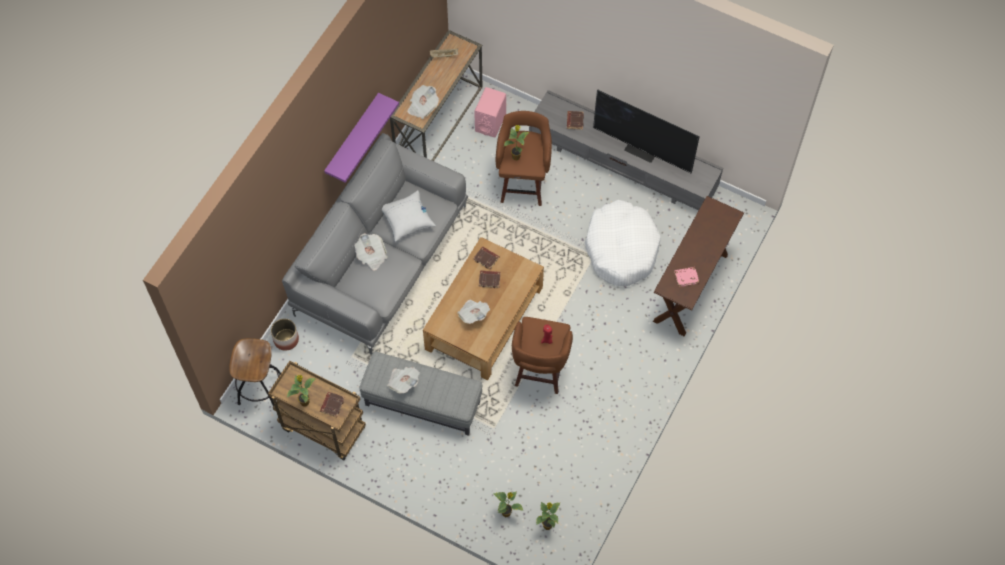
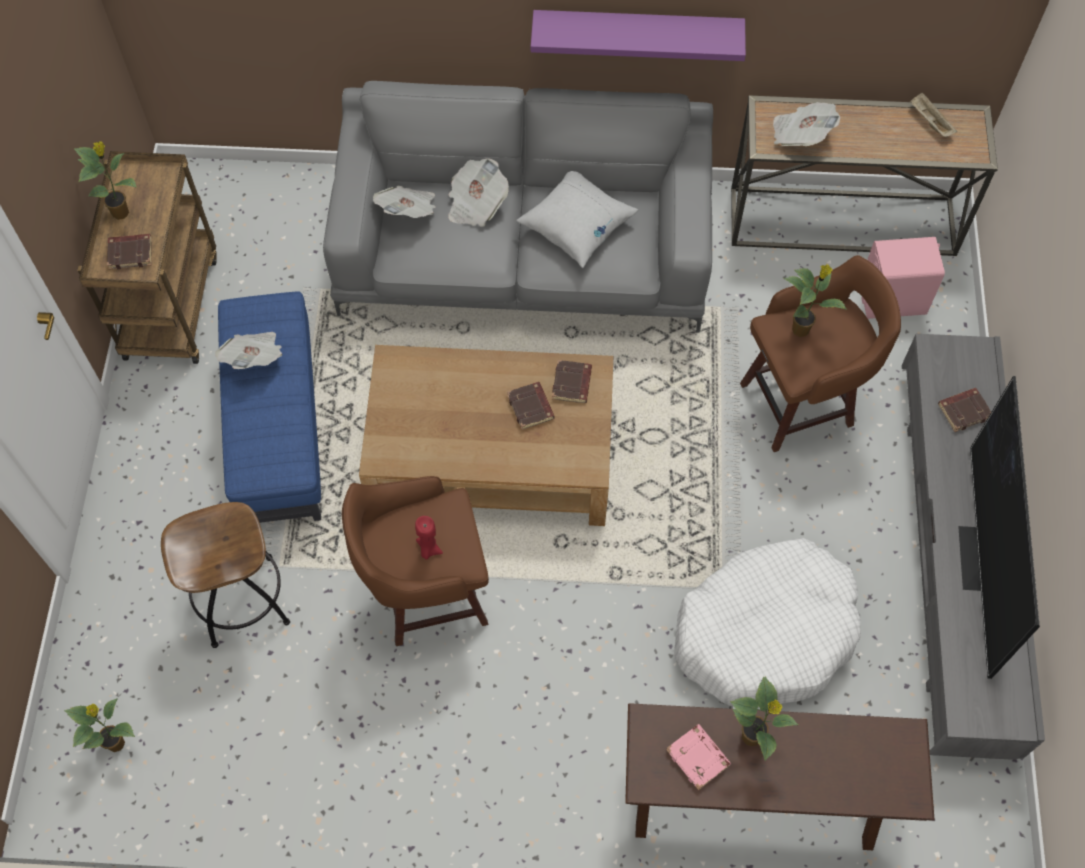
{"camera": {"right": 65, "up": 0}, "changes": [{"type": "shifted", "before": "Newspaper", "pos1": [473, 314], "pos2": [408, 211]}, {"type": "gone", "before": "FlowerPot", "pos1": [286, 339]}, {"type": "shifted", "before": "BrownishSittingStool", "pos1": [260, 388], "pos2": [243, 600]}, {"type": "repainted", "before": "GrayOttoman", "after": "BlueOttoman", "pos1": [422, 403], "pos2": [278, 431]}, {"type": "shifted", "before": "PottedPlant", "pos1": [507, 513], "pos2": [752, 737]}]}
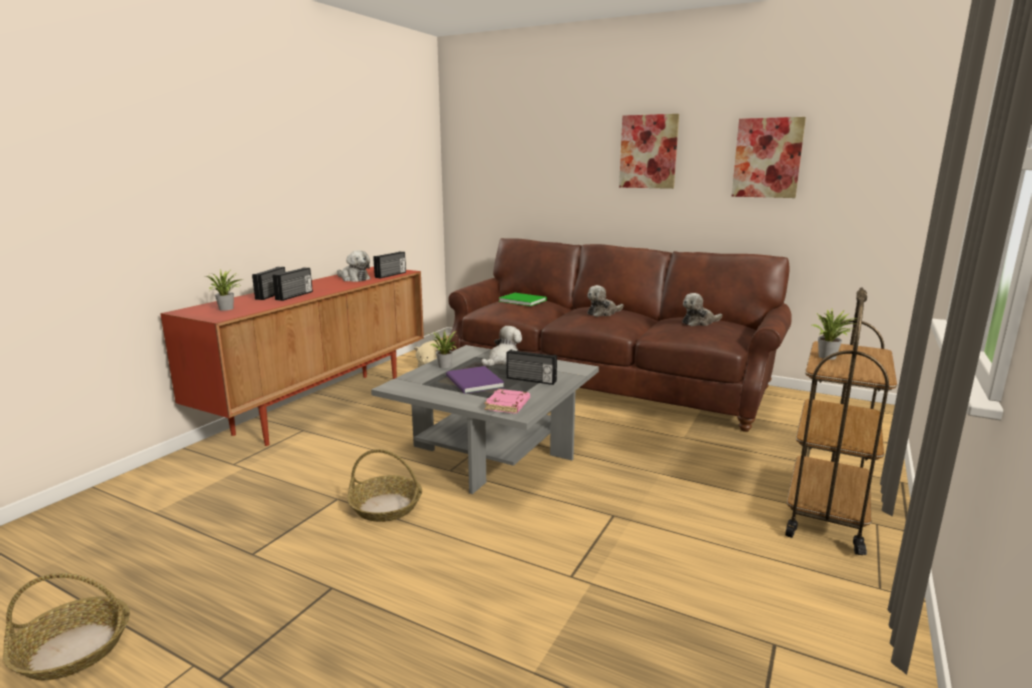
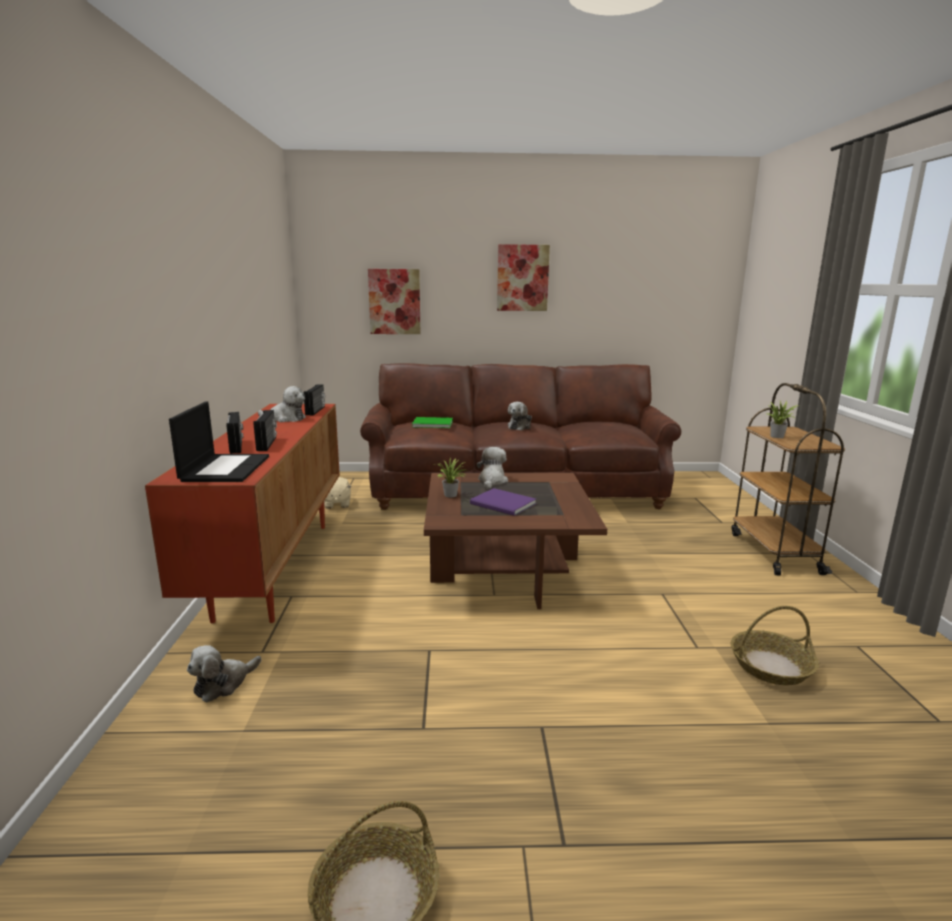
{"camera": {"right": -30, "up": 0}, "changes": [{"type": "shifted", "before": "Picture", "pos1": [767, 158], "pos2": [394, 301]}, {"type": "swapped", "before": "PottedPlant", "after": "NotebookComputer", "pos1": [227, 309], "pos2": [225, 468]}, {"type": "shifted", "before": "CuddlyToy", "pos1": [699, 322], "pos2": [223, 684]}, {"type": "repainted", "before": "GrayLowTable", "after": "BrownishLowTable", "pos1": [491, 452], "pos2": [506, 570]}, {"type": "gone", "before": "Radio", "pos1": [531, 380]}, {"type": "gone", "before": "PinkishBook", "pos1": [508, 405]}, {"type": "shifted", "before": "StorageBasket", "pos1": [386, 506], "pos2": [771, 666]}]}
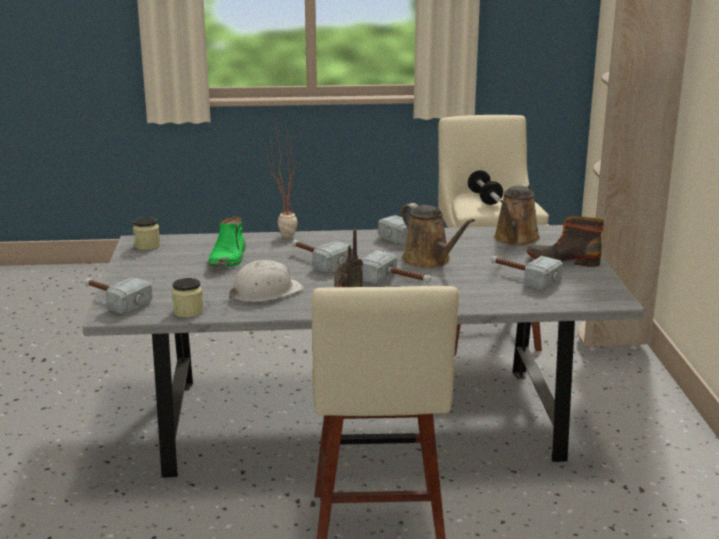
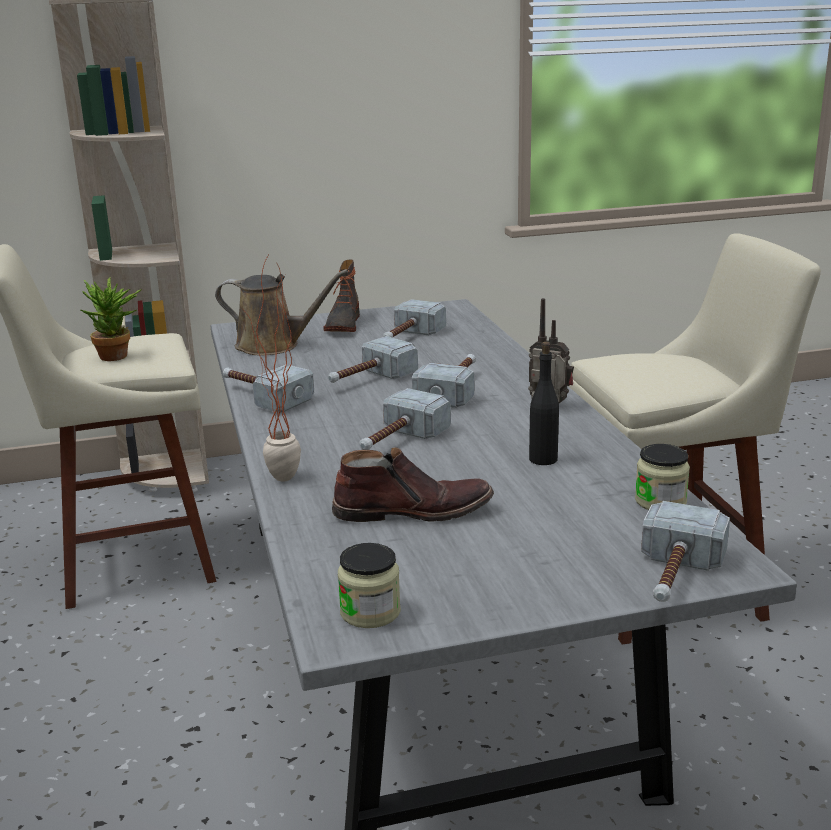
{"camera": {"right": -100, "up": 0}, "changes": [{"type": "swapped", "before": "HandWeight", "after": "PottedPlant", "pos1": [484, 198], "pos2": [118, 357]}, {"type": "swapped", "before": "BrownishSprinklingCan", "after": "Hammer", "pos1": [429, 260], "pos2": [368, 379]}, {"type": "repainted", "before": "GreenColouredHighTopBoot", "after": "BrownishHighTopBoot", "pos1": [228, 258], "pos2": [412, 511]}, {"type": "swapped", "before": "WhiteColouredWorkHelmet", "after": "BlackishBeverageBottle", "pos1": [265, 292], "pos2": [543, 459]}]}
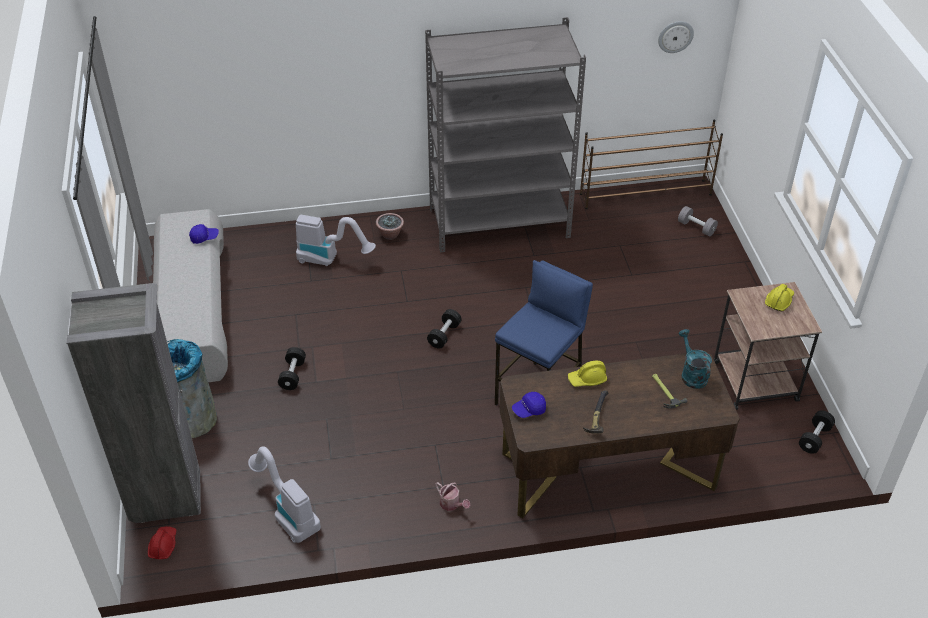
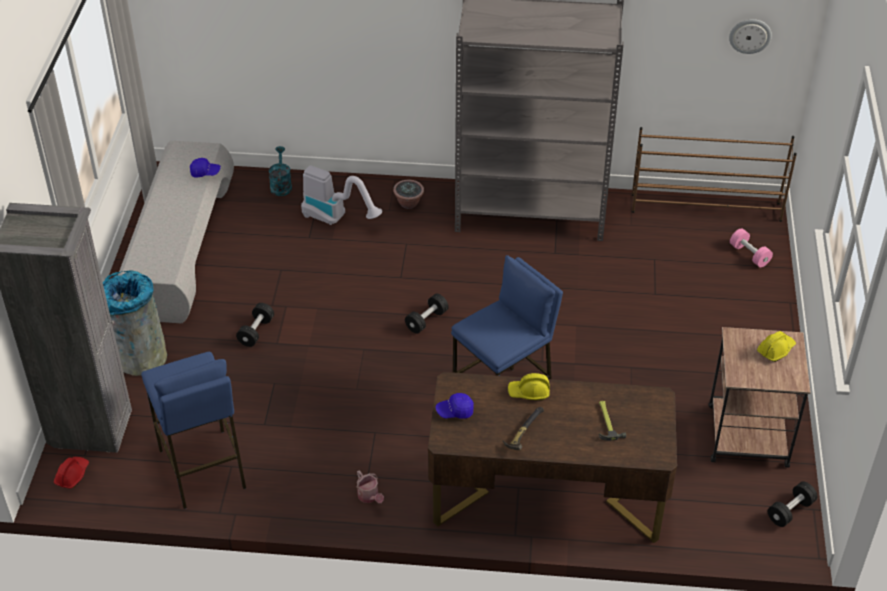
{"camera": {"right": 15, "up": 0}, "changes": [{"type": "repainted", "before": "GrayHandWeight", "after": "PinkishHandWeight", "pos1": [696, 227], "pos2": [749, 255]}, {"type": "shifted", "before": "TurquoiseColouredSprinklingCan", "pos1": [691, 374], "pos2": [281, 185]}, {"type": "swapped", "before": "Hoover", "after": "BlueSittingStool", "pos1": [287, 512], "pos2": [202, 469]}]}
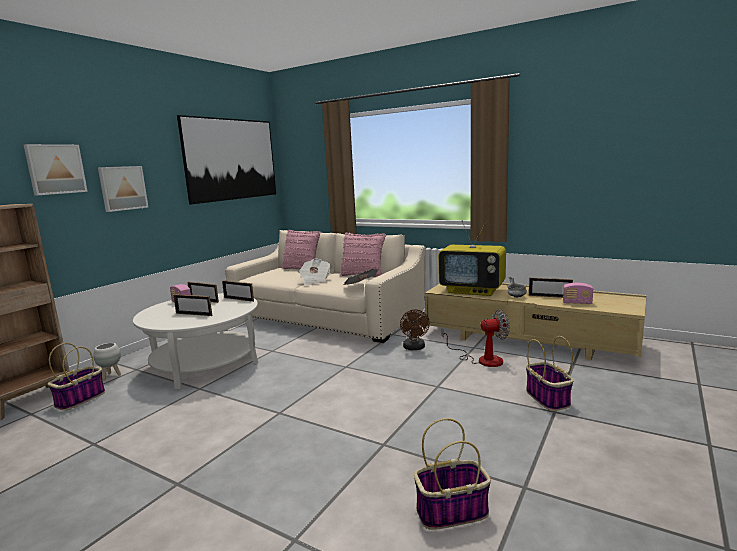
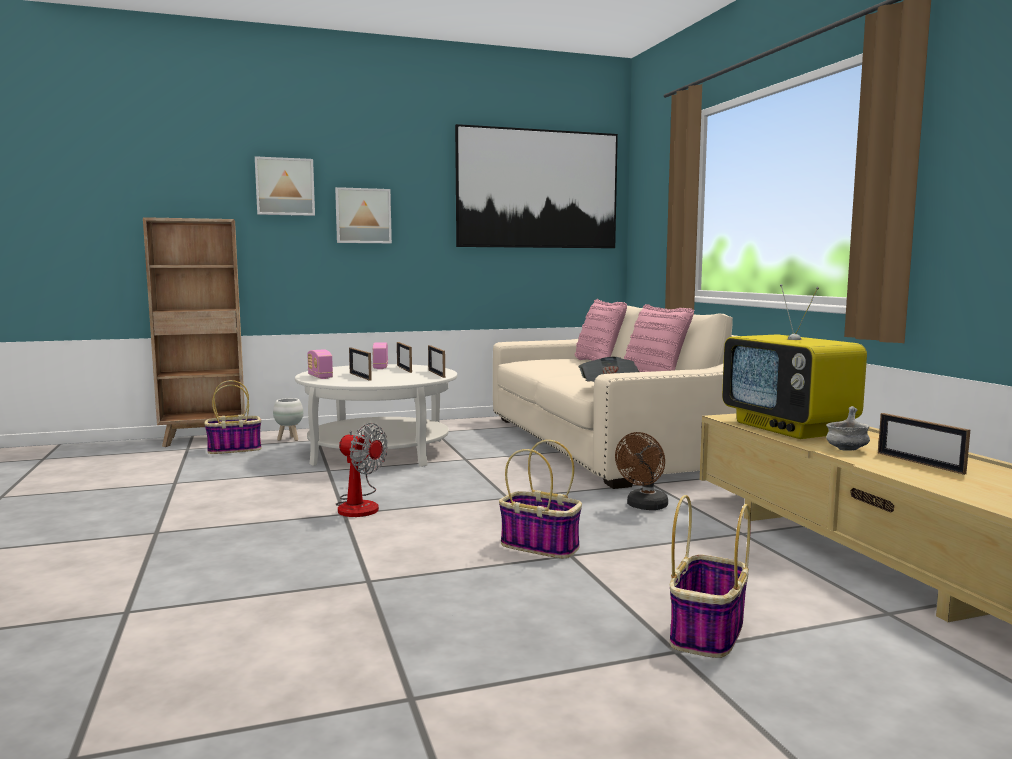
{"camera": {"right": 40, "up": -5}, "changes": [{"type": "gone", "before": "Newspaper", "pos1": [315, 280]}, {"type": "shifted", "before": "Radio", "pos1": [577, 303], "pos2": [320, 377]}, {"type": "shifted", "before": "Fan", "pos1": [482, 359], "pos2": [359, 505]}, {"type": "shifted", "before": "StorageBasket", "pos1": [452, 511], "pos2": [541, 546]}]}
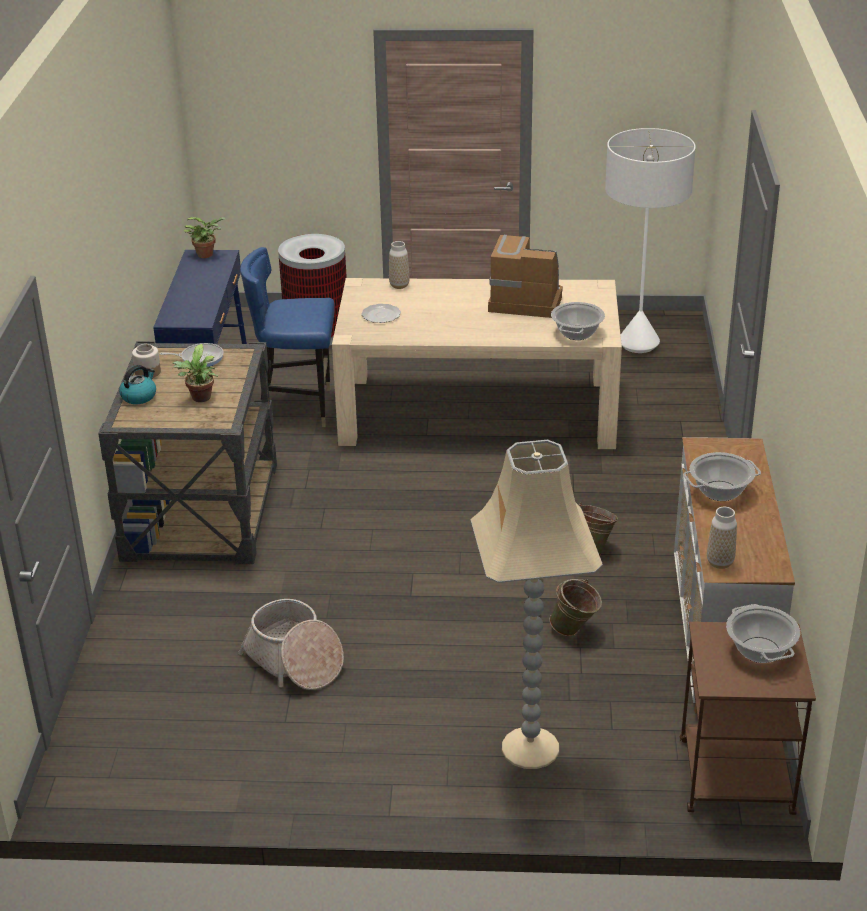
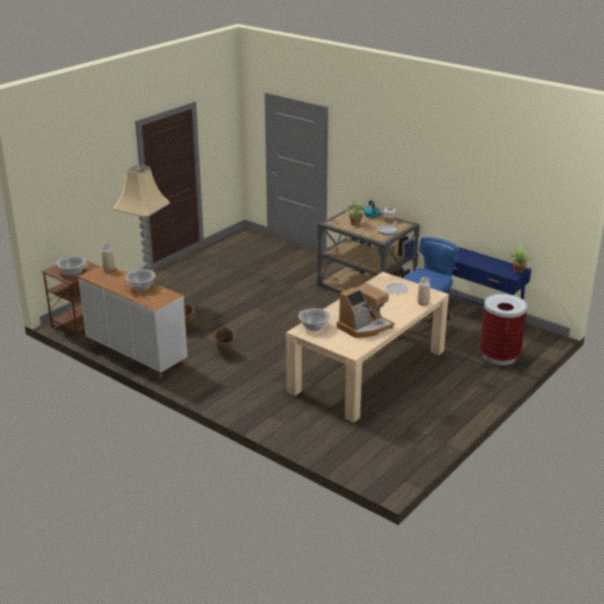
{"camera": {"right": 125, "up": -5}, "changes": [{"type": "gone", "before": "WhiteColouredStandingLamp", "pos1": [638, 345]}, {"type": "gone", "before": "StorageBasket", "pos1": [294, 661]}]}
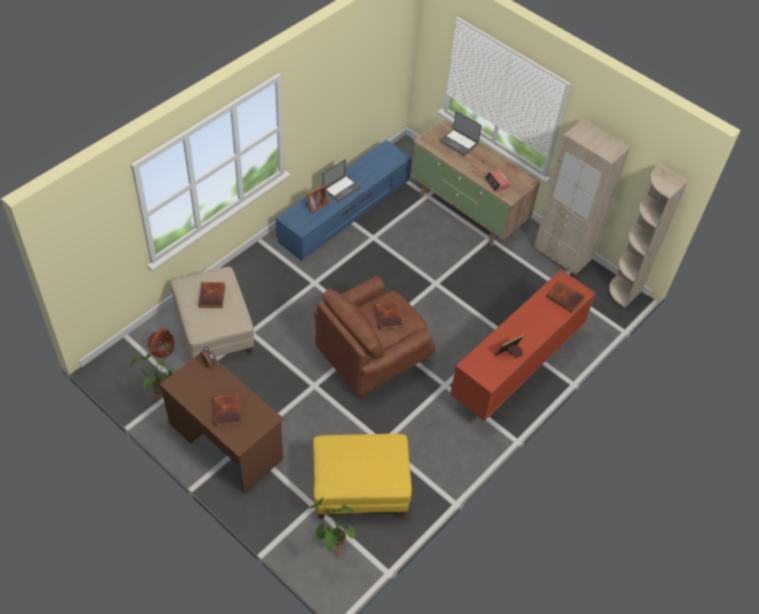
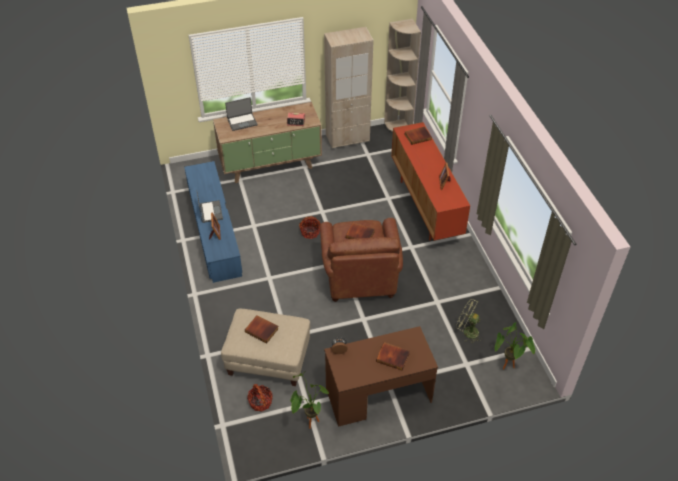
{"camera": {"right": -55, "up": -5}, "changes": [{"type": "swapped", "before": "YellowColouredOttoman", "after": "GreenColouredFan", "pos1": [359, 489], "pos2": [467, 331]}, {"type": "new", "after": "StorageBasket", "pos2": [310, 232]}]}
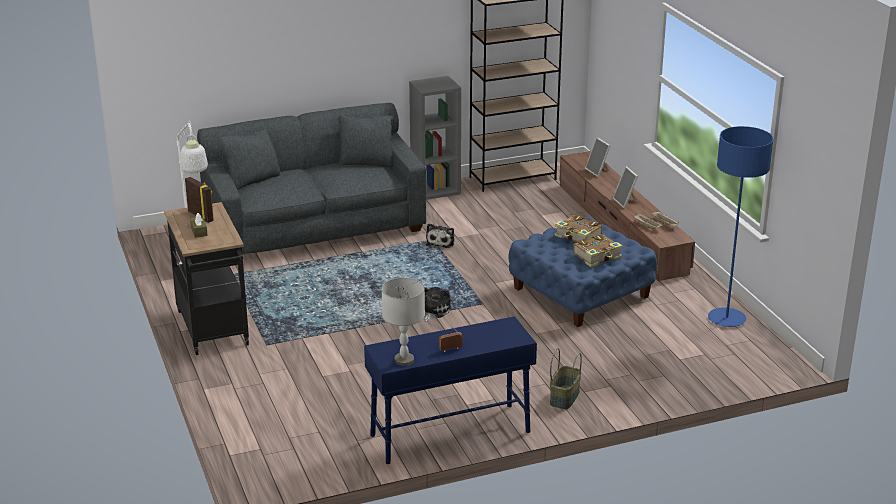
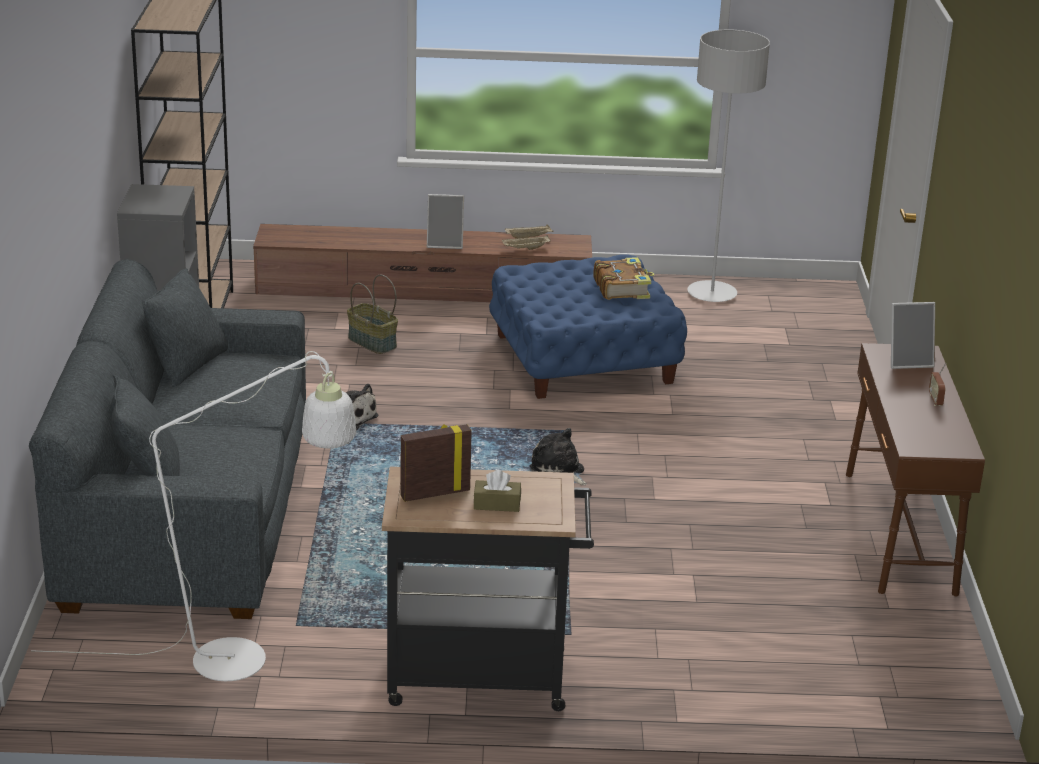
{"camera": {"right": -70, "up": 0}, "changes": [{"type": "repainted", "before": "BlueStandingLamp", "after": "GrayStandingLamp", "pos1": [726, 319], "pos2": [712, 294]}, {"type": "shifted", "before": "PictureFrame", "pos1": [598, 171], "pos2": [908, 361]}, {"type": "gone", "before": "Book", "pos1": [578, 237]}, {"type": "gone", "before": "GrayTableLamp", "pos1": [403, 360]}, {"type": "repainted", "before": "BlueConsoleTable", "after": "BrownishConsoleTable", "pos1": [450, 433], "pos2": [897, 533]}, {"type": "shifted", "before": "StorageBasket", "pos1": [564, 397], "pos2": [371, 342]}]}
